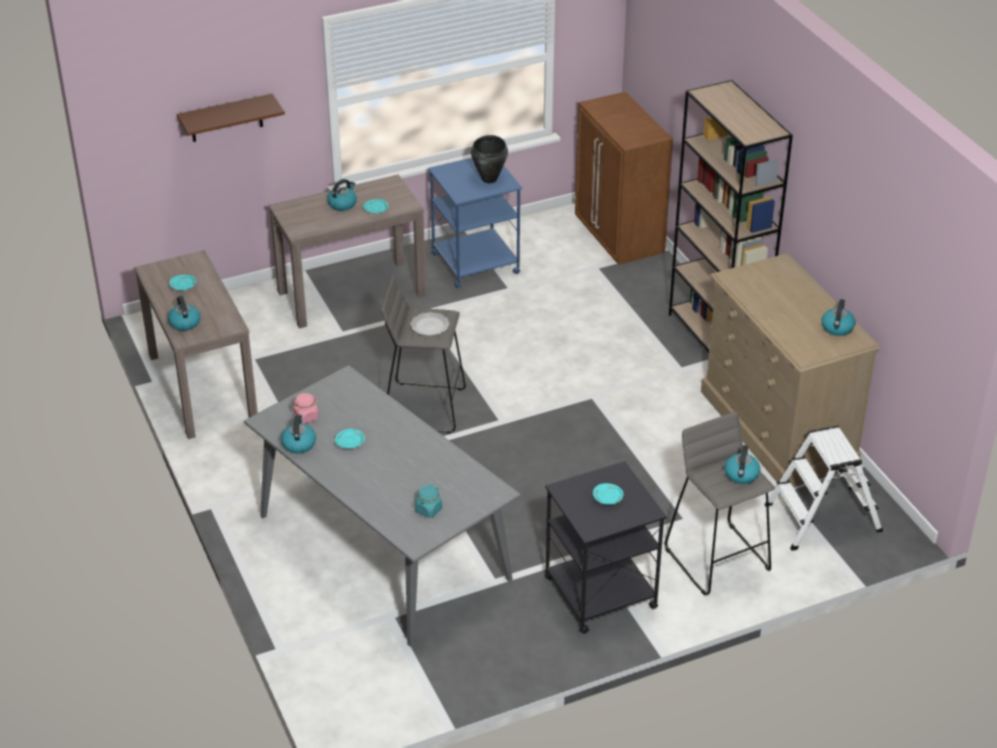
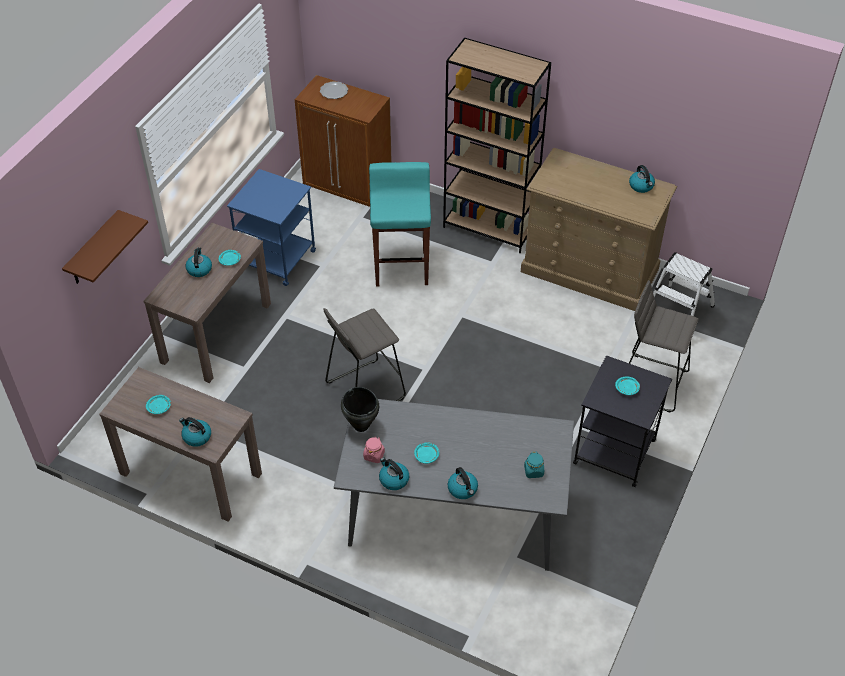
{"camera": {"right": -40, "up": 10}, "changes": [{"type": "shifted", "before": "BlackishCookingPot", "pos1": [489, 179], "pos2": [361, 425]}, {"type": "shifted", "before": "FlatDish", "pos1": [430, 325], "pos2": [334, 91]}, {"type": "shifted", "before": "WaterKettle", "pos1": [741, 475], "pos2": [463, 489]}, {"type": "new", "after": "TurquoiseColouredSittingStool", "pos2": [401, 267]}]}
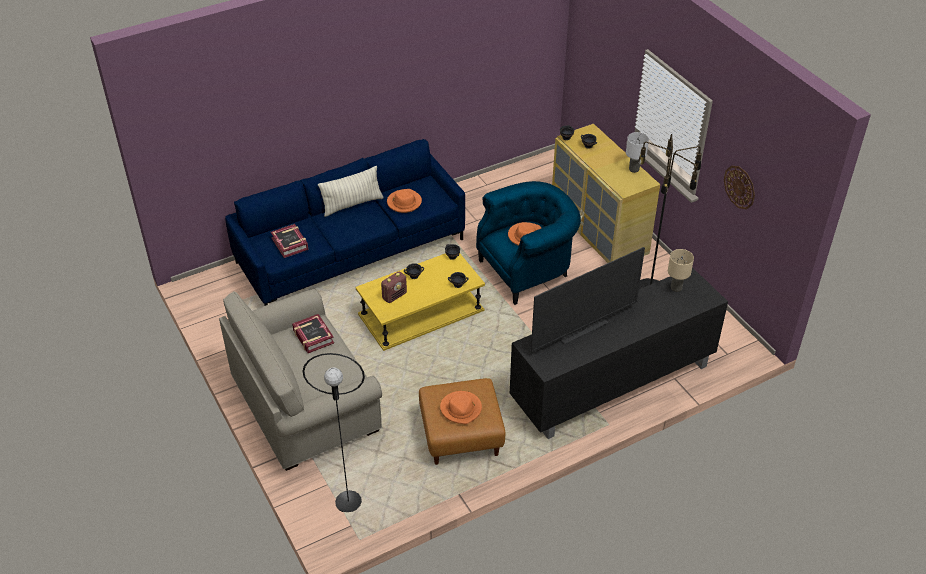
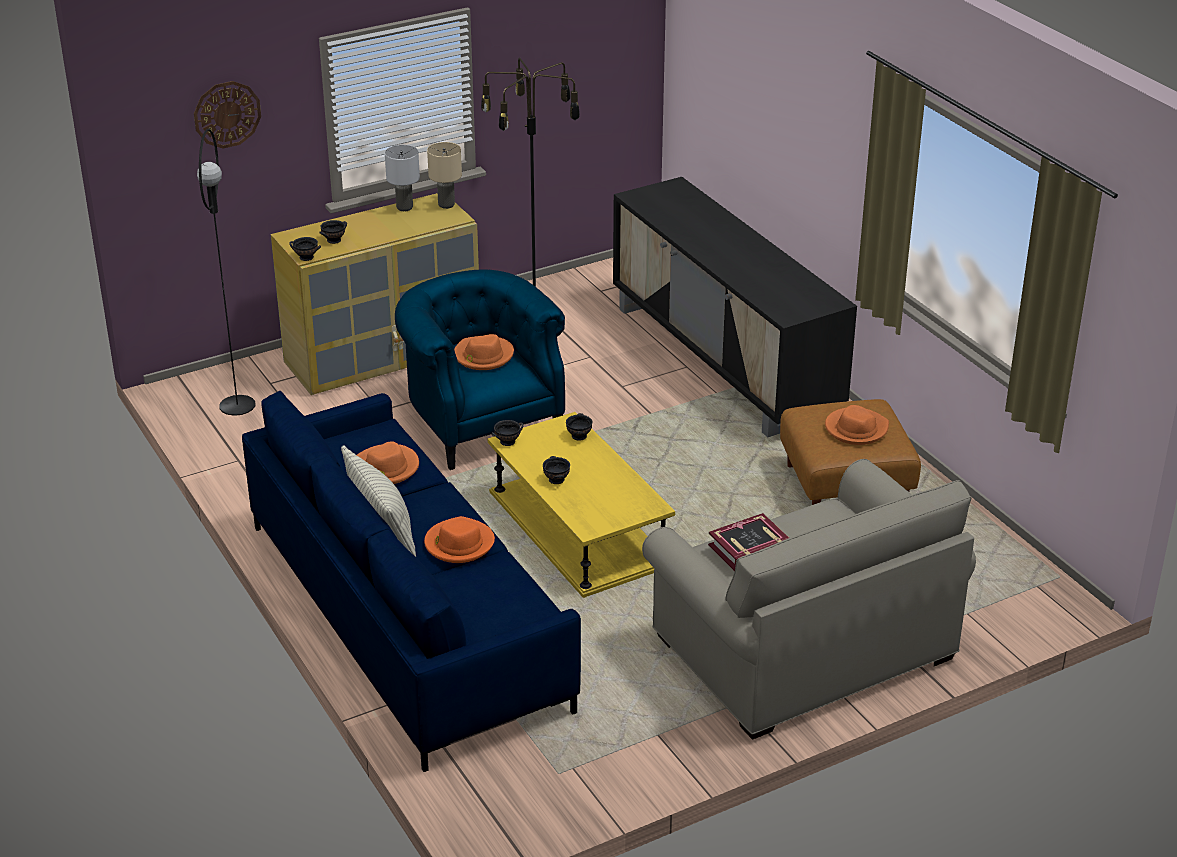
{"camera": {"right": -90, "up": -10}, "changes": [{"type": "shifted", "before": "WallClock", "pos1": [739, 187], "pos2": [227, 114]}, {"type": "gone", "before": "Book", "pos1": [290, 244]}, {"type": "gone", "before": "Television", "pos1": [583, 330]}, {"type": "shifted", "before": "SandColouredTableLamp", "pos1": [676, 288], "pos2": [446, 205]}, {"type": "gone", "before": "Radio", "pos1": [394, 296]}, {"type": "shifted", "before": "BlackishStandingLamp", "pos1": [348, 501], "pos2": [237, 405]}, {"type": "new", "after": "OrangeWearableHat", "pos2": [459, 544]}]}
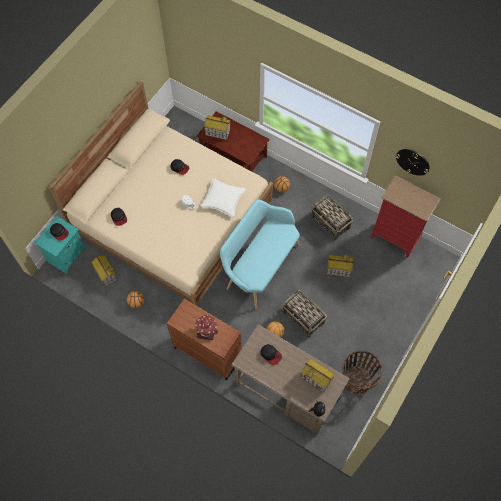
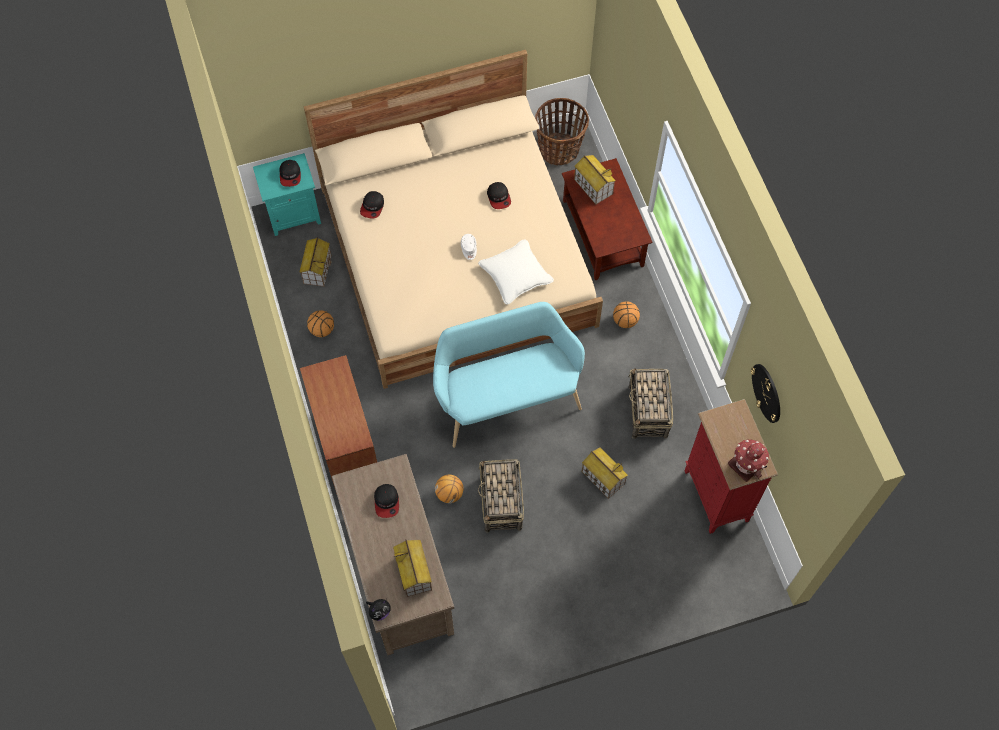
{"camera": {"right": 40, "up": 0}, "changes": [{"type": "shifted", "before": "ModelHouse", "pos1": [206, 330], "pos2": [747, 464]}, {"type": "shifted", "before": "StorageBasket", "pos1": [357, 380], "pos2": [559, 149]}]}
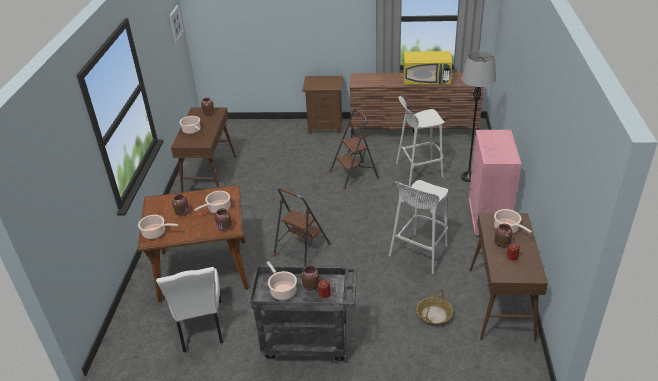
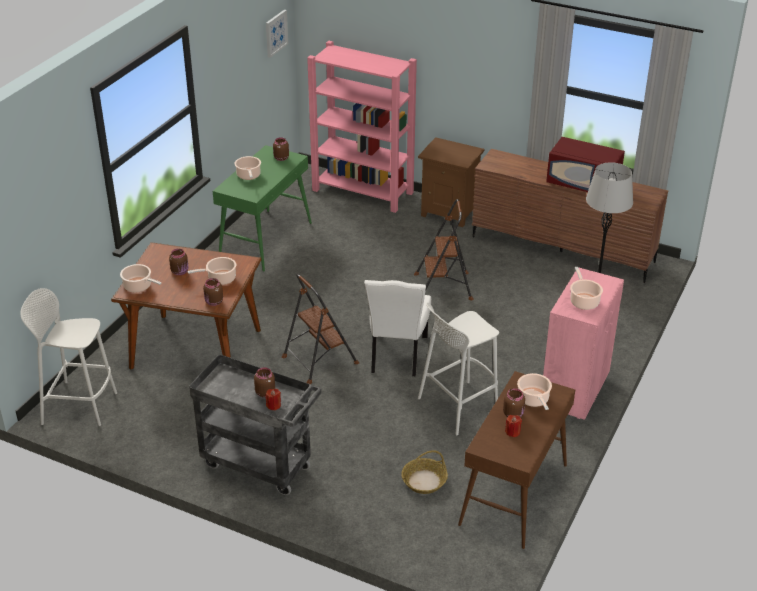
{"camera": {"right": 20, "up": 0}, "changes": [{"type": "repainted", "before": "YellowColouredMicrowave", "after": "RedMicrowave", "pos1": [426, 81], "pos2": [583, 184]}, {"type": "shifted", "before": "WhiteColouredSittingStool", "pos1": [418, 171], "pos2": [78, 405]}, {"type": "repainted", "before": "BrownishConsoleTable", "after": "GreenColouredConsoleTable", "pos1": [210, 177], "pos2": [266, 240]}, {"type": "shifted", "before": "CookingPot", "pos1": [282, 291], "pos2": [583, 301]}, {"type": "shifted", "before": "WhiteColouredPlainChair", "pos1": [200, 324], "pos2": [397, 353]}, {"type": "new", "after": "PinkishShelvingUnit", "pos2": [363, 191]}]}
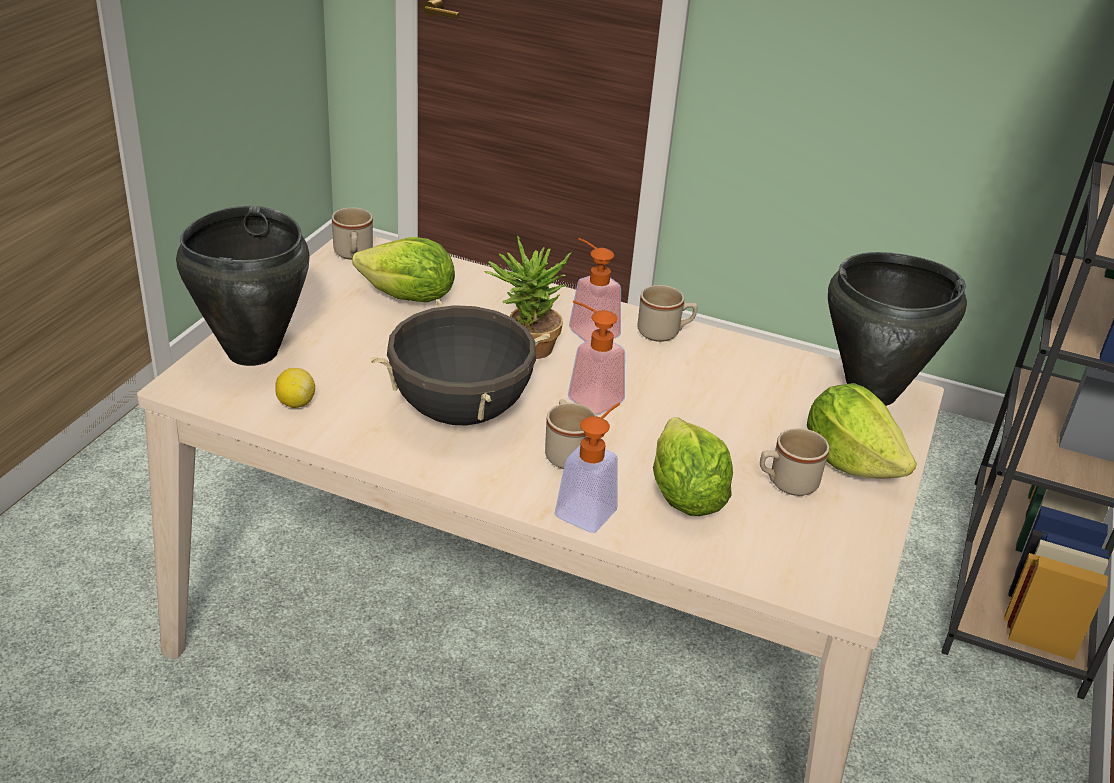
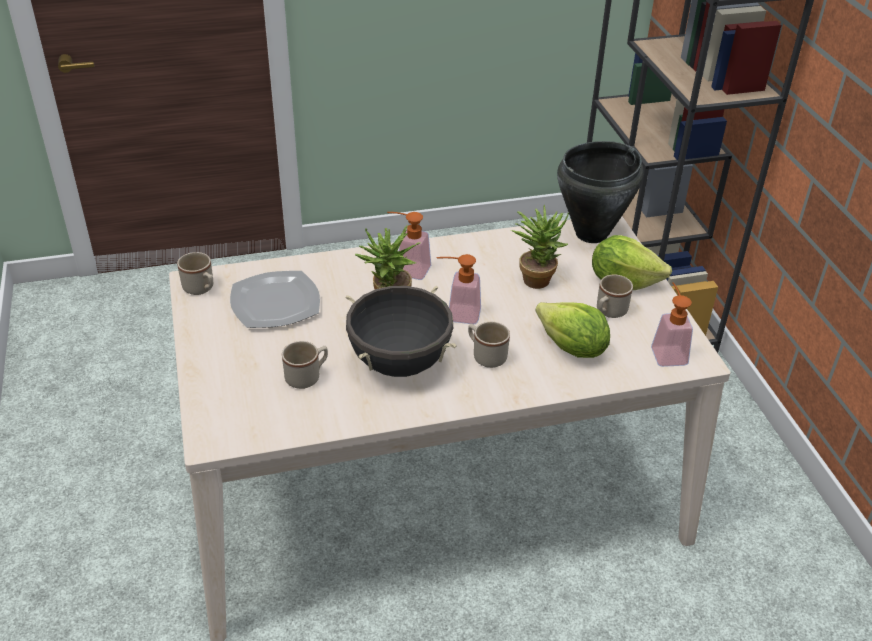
{"camera": {"right": -35, "up": 5}, "changes": [{"type": "gone", "before": "BlackishCookingPot", "pos1": [251, 352]}, {"type": "swapped", "before": "Lettuce", "after": "FlatDish", "pos1": [408, 298], "pos2": [276, 303]}, {"type": "shifted", "before": "SandColouredMug", "pos1": [664, 333], "pos2": [307, 377]}, {"type": "gone", "before": "Lemon", "pos1": [295, 403]}, {"type": "shifted", "before": "SoapBottle", "pos1": [591, 508], "pos2": [667, 352]}, {"type": "new", "after": "PottedPlant", "pos2": [536, 277]}]}
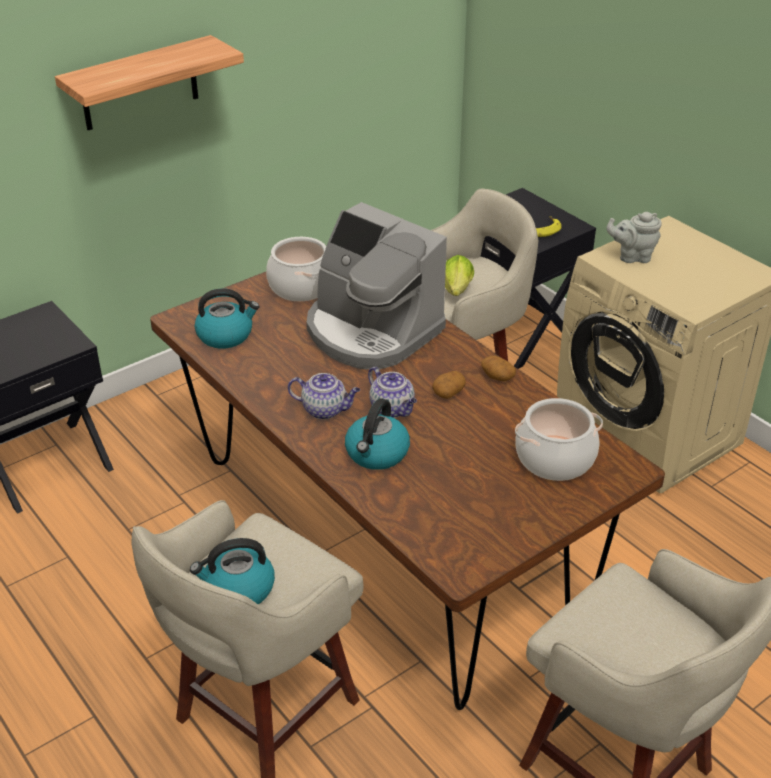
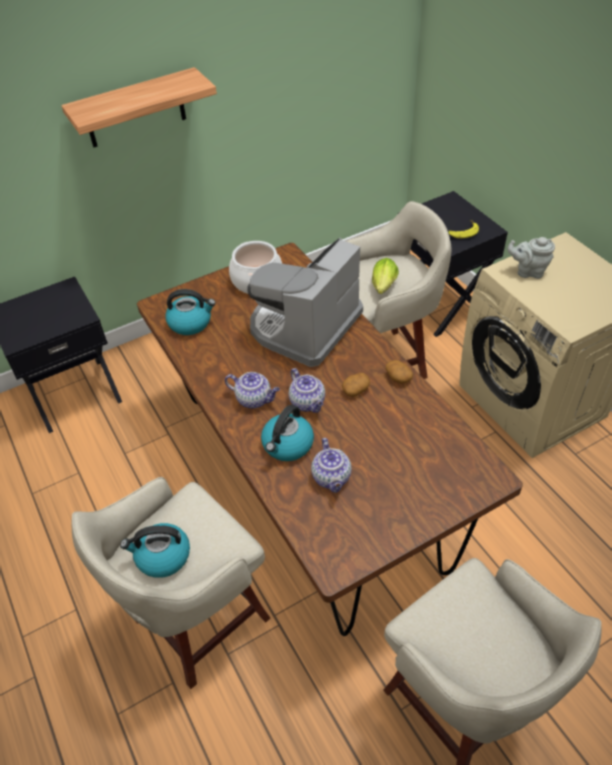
{"camera": {"right": 10, "up": 10}, "changes": [{"type": "rotated", "before": "CoffeeMaker", "pos1": [371, 332], "pos2": [304, 327], "turn": 75}, {"type": "gone", "before": "CookingPot", "pos1": [555, 458]}, {"type": "new", "after": "TeaPot", "pos2": [332, 478]}]}
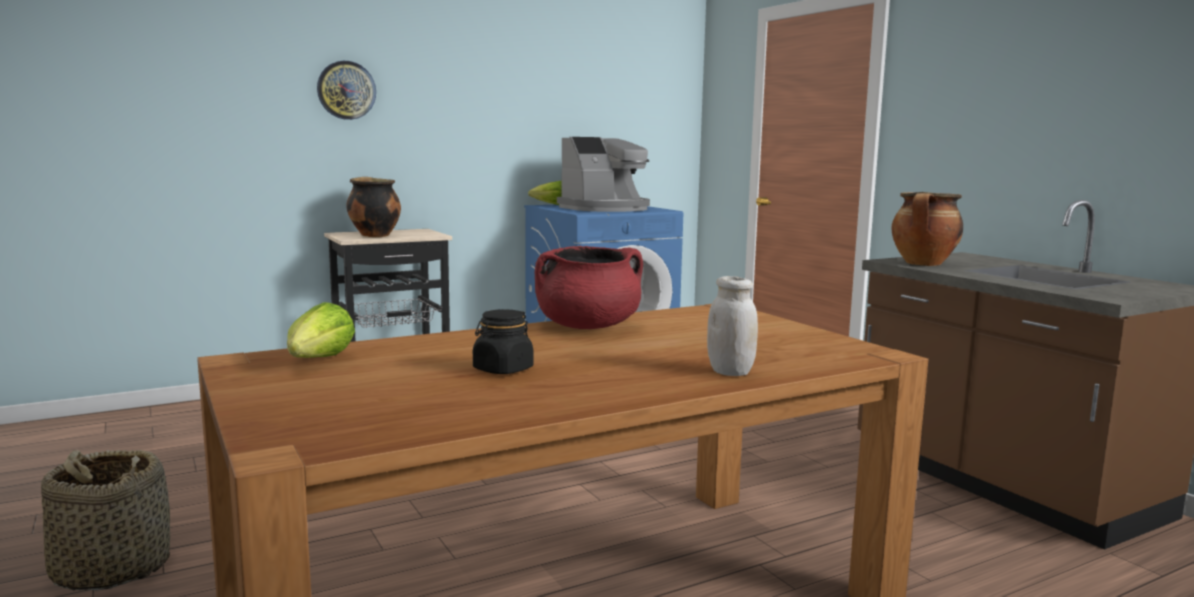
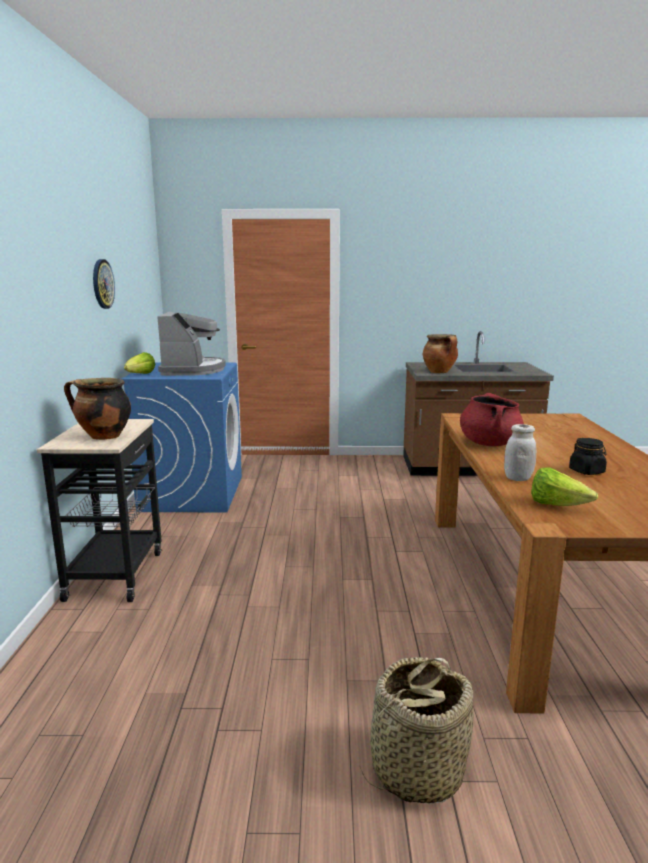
{"camera": {"right": -60, "up": 5}, "changes": [{"type": "shifted", "before": "WallClock", "pos1": [346, 90], "pos2": [102, 284]}, {"type": "shifted", "before": "WhiteColouredPreserveJar", "pos1": [730, 372], "pos2": [518, 478]}]}
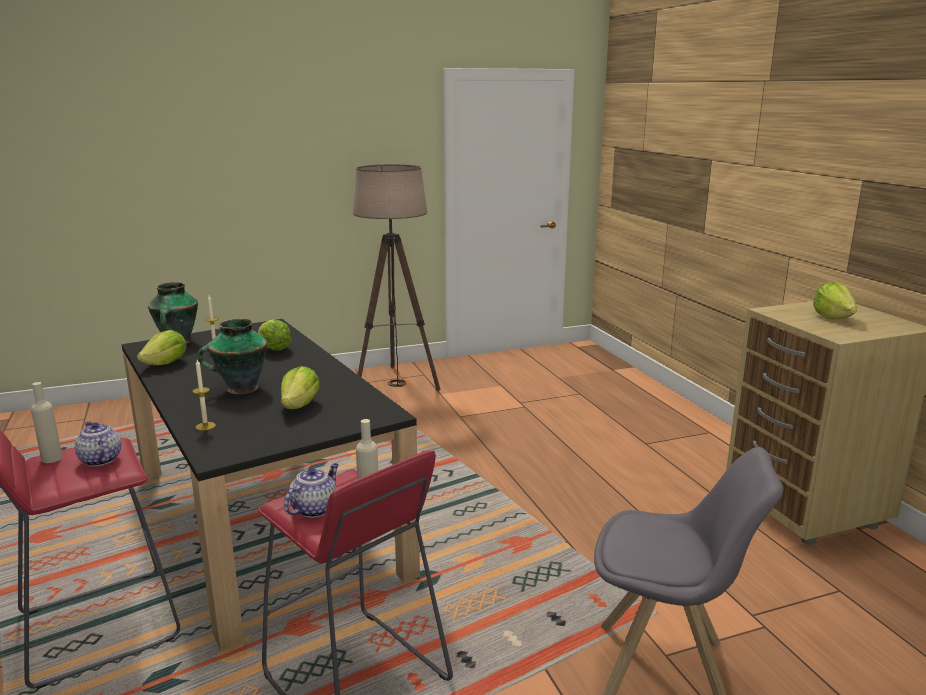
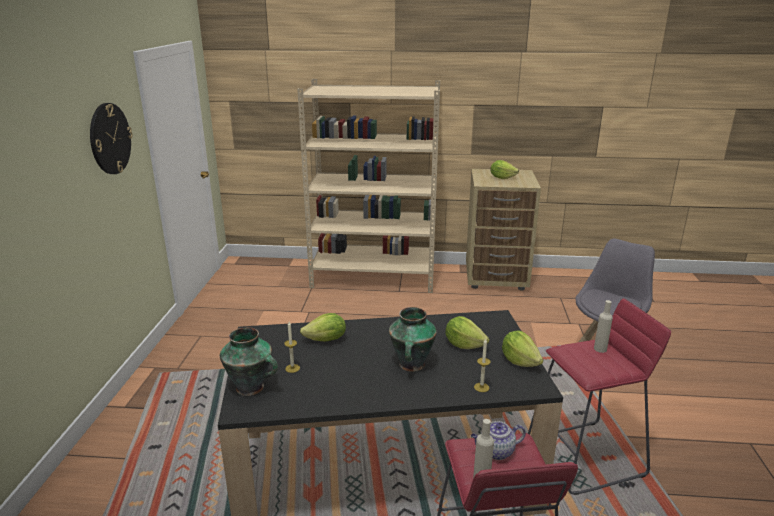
{"camera": {"right": -65, "up": 5}, "changes": [{"type": "gone", "before": "StandingLamp", "pos1": [395, 383]}, {"type": "shifted", "before": "Lettuce", "pos1": [166, 364], "pos2": [520, 361]}, {"type": "gone", "before": "TeaPot", "pos1": [314, 508]}, {"type": "new", "after": "SandColouredShelvingUnit", "pos2": [374, 276]}, {"type": "new", "after": "WallClock", "pos2": [110, 139]}]}
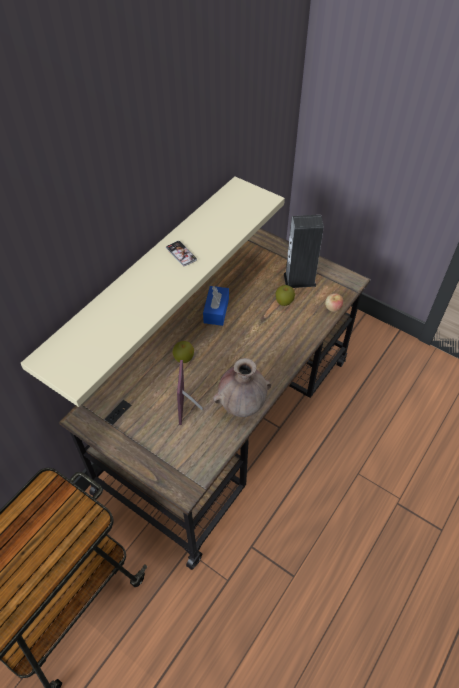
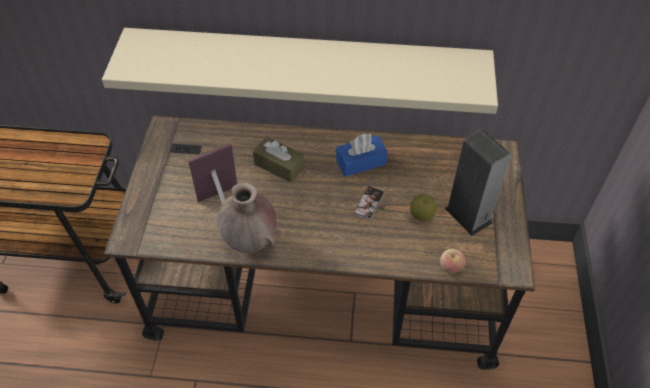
{"camera": {"right": 60, "up": 0}, "changes": [{"type": "shifted", "before": "Phone", "pos1": [181, 254], "pos2": [369, 203]}, {"type": "swapped", "before": "WholeApple", "after": "BrownishTissueBox", "pos1": [184, 358], "pos2": [279, 165]}]}
